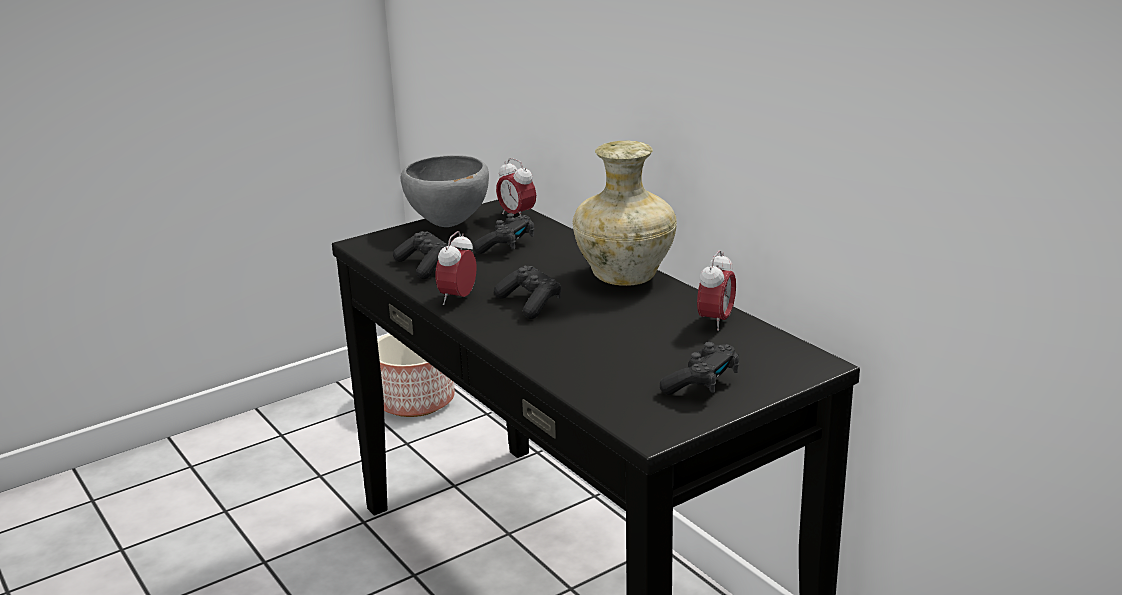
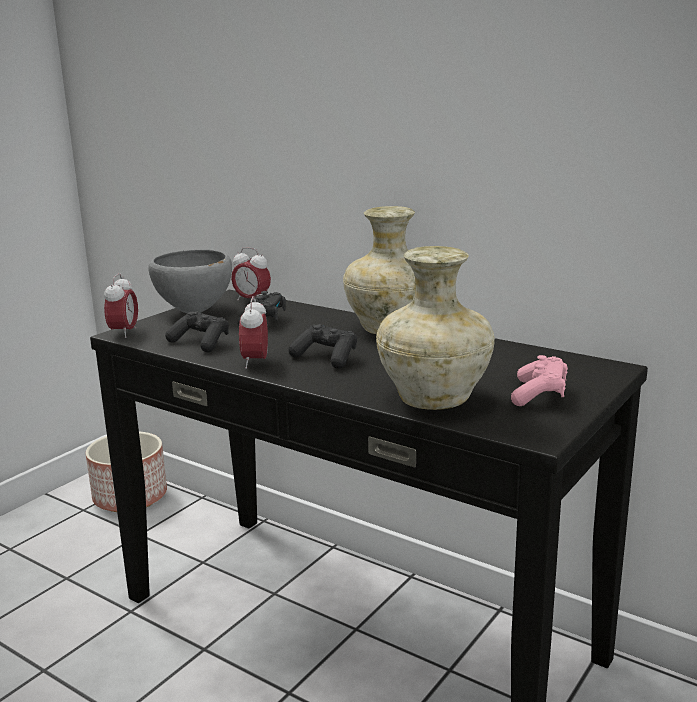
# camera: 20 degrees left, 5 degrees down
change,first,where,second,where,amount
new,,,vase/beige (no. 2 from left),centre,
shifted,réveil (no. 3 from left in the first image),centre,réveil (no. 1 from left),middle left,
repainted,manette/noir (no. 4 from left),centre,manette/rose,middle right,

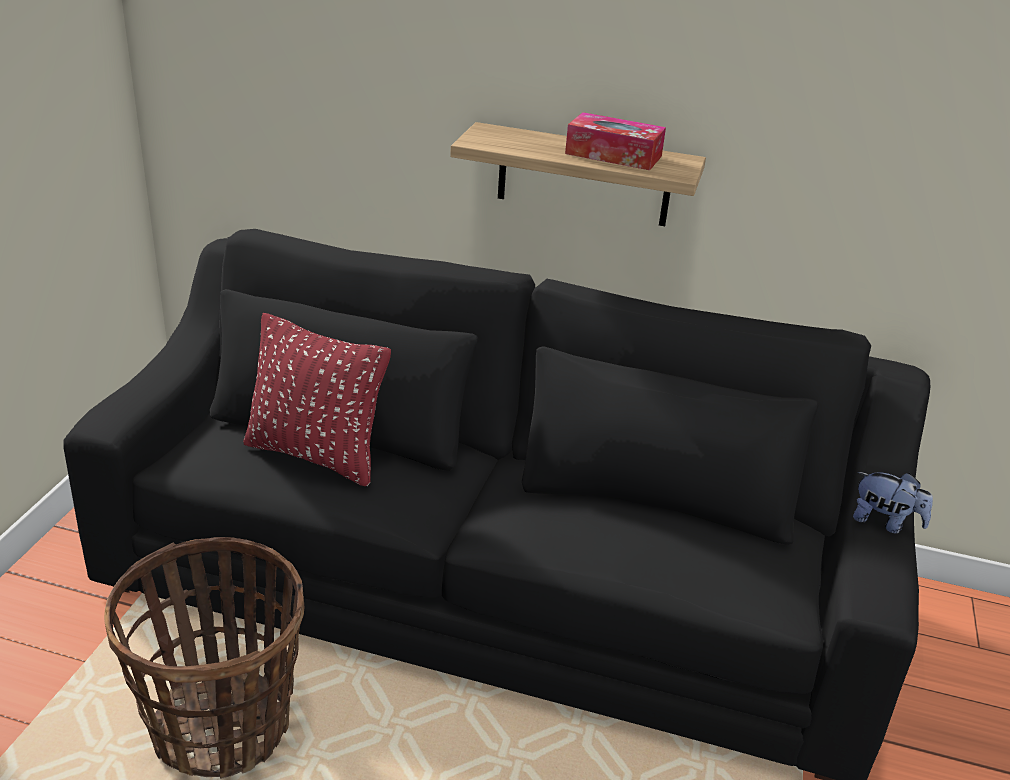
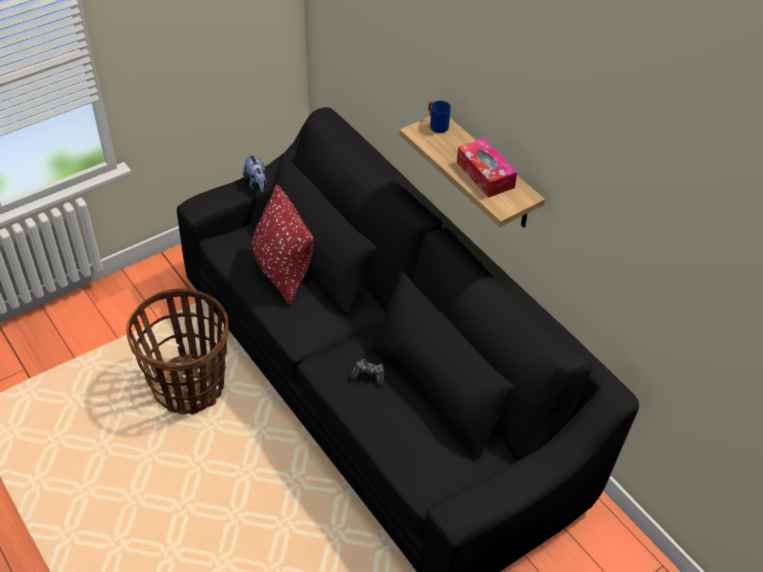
# camera: 40 degrees right, 15 degrees up
change,first,where,second,where,amount
new,,,manette,centre,
new,,,mug/bleu,top centre,
shifted,peluche,middle right,,top centre,

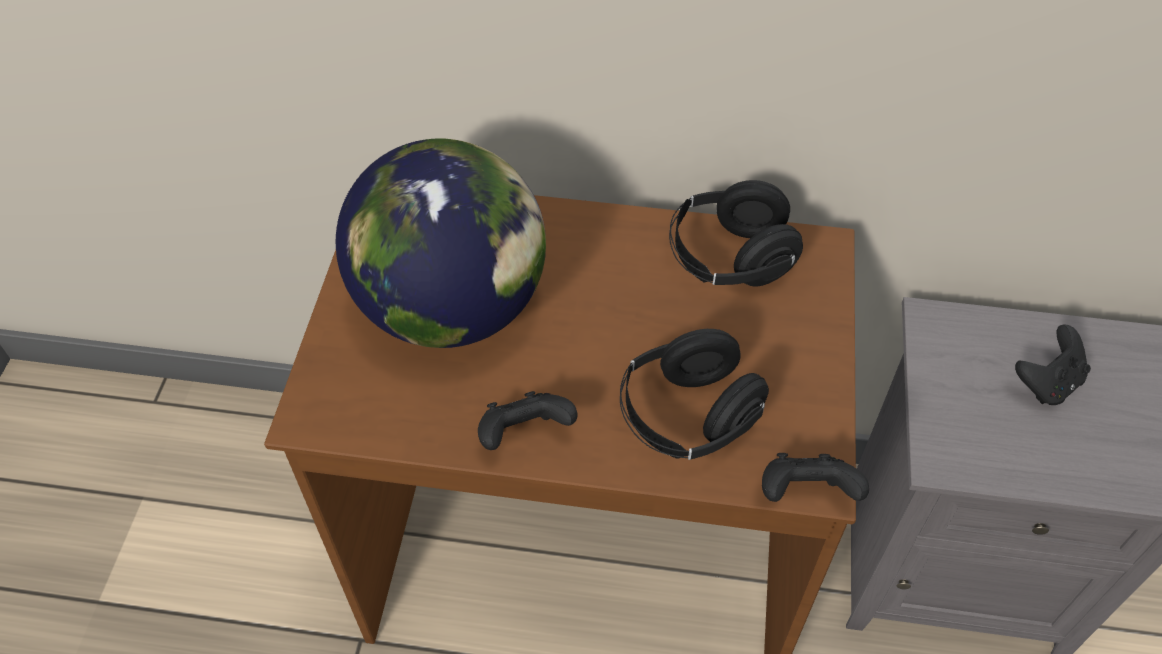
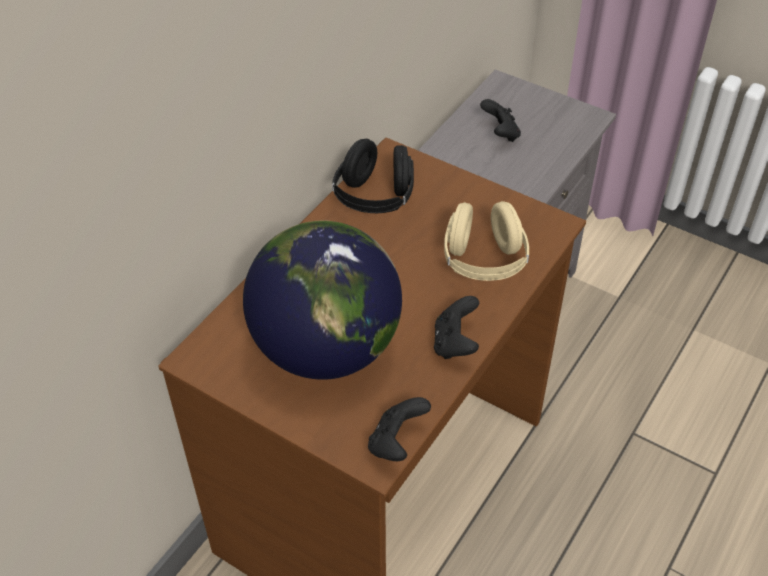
# camera: 65 degrees left, 5 degrees down
change,first,where,second,where,amount
shifted,manette/noir (no. 2 from left in the first image),bottom right,manette/noir (no. 1 from left),bottom centre,
repainted,casque audio/noir (no. 1 from left),centre,casque audio/beige,centre,

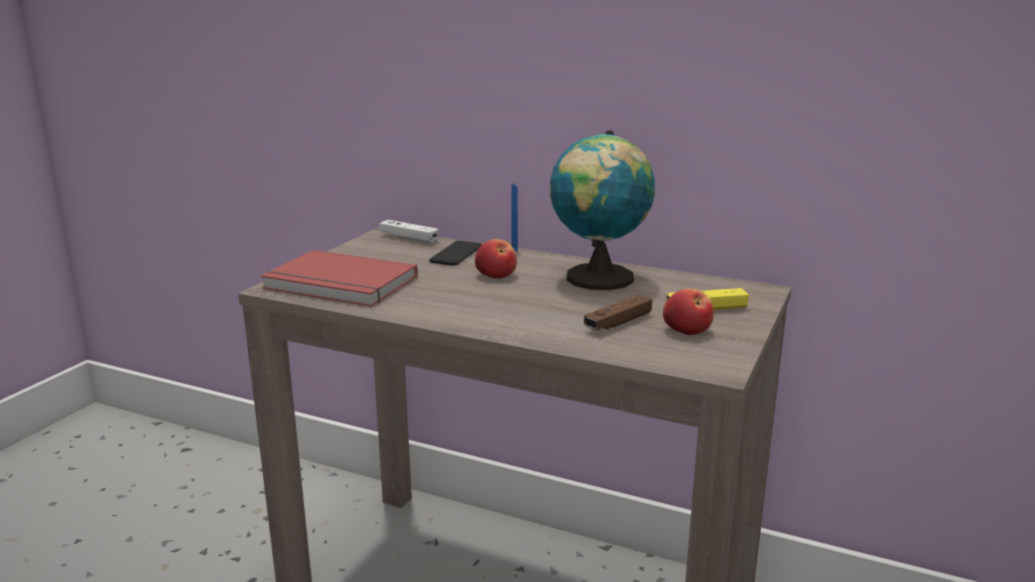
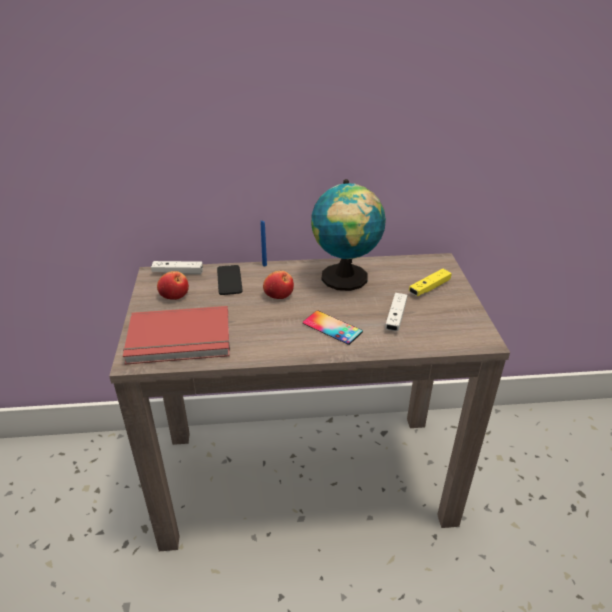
# camera: 30 degrees left, 15 degrees up
change,first,where,second,where,amount
new,,,téléphone (no. 2 from left),centre,
shifted,pomme (no. 2 from left in the first image),centre,pomme (no. 1 from left),middle left,
repainted,manette/marron,centre,manette/blanc (no. 2 from left),centre,

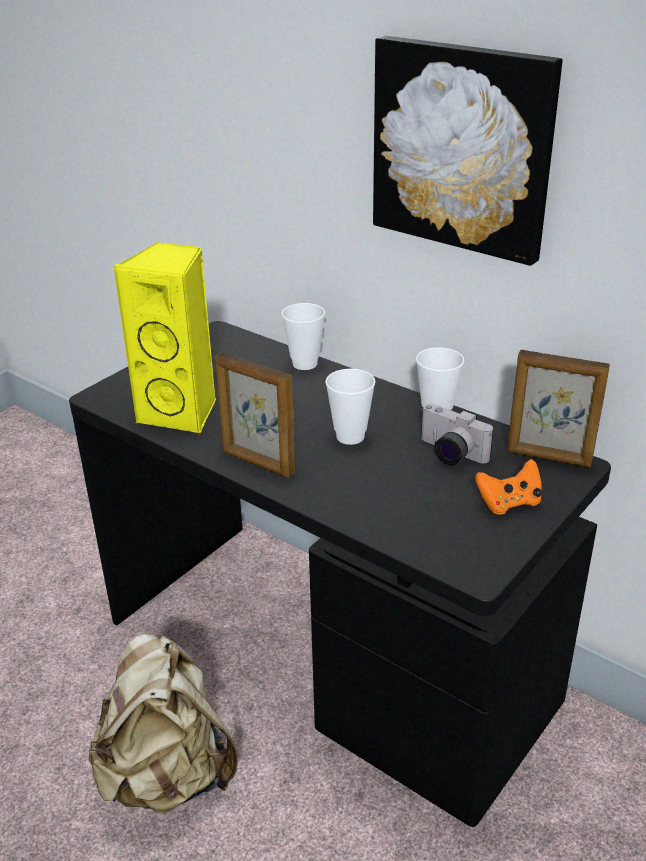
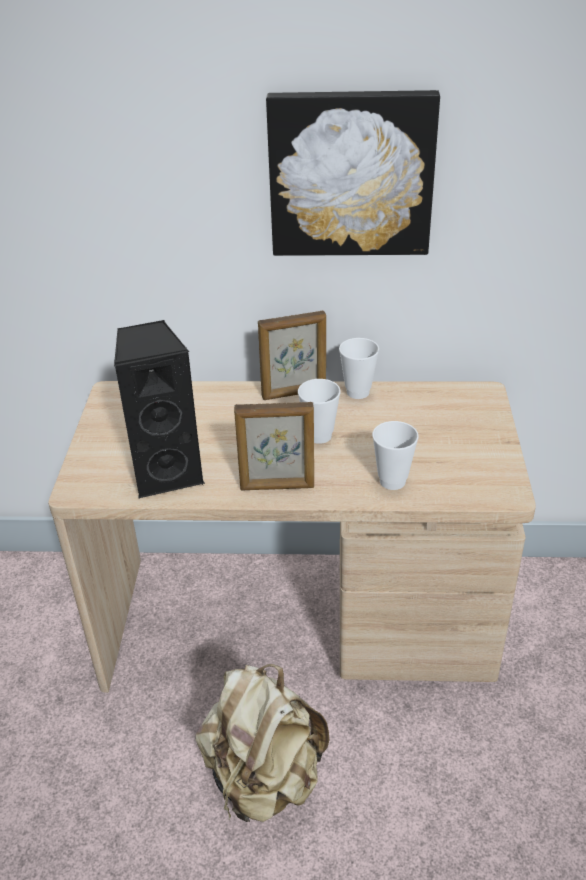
# camera: 35 degrees left, 5 degrees up
change,first,where,second,where,amount
gone,appareil photo,middle right,,,
gone,manette/orange,middle right,,,
shifted,tasse (no. 1 from left in the first image),centre,tasse (no. 3 from left),middle right,
shifted,cadre photo (no. 2 from left),middle right,,centre,
repainted,bureau/noir,bottom centre,bureau/beige,centre,
repainted,enceinte/jaune,middle left,enceinte/noir,middle left,

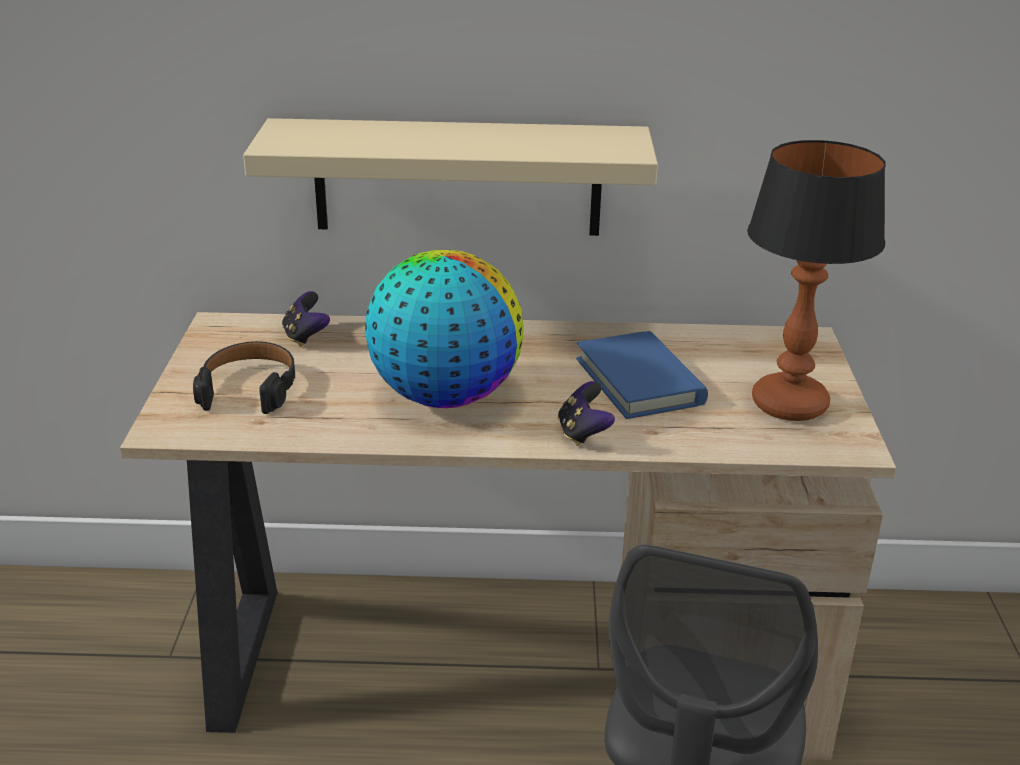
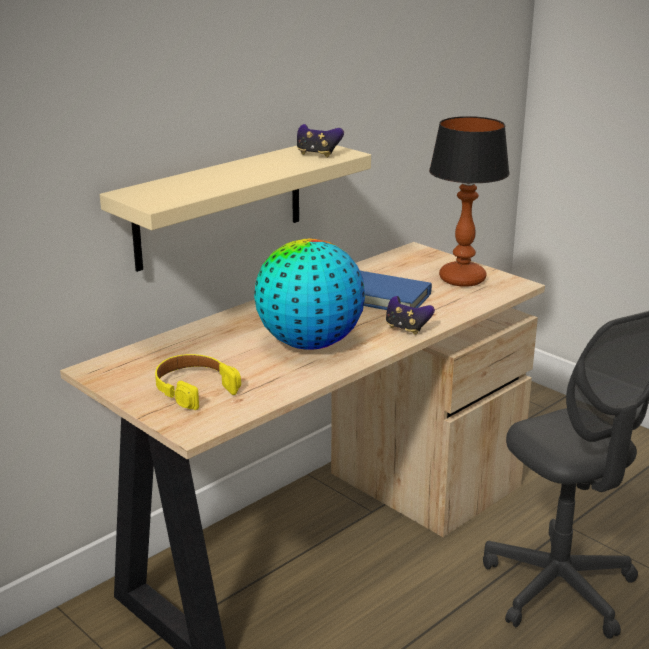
# camera: 45 degrees left, 5 degrees down
change,first,where,second,where,amount
shifted,manette (no. 1 from left),middle left,,top centre,
repainted,casque audio/noir,middle left,casque audio/jaune,middle left,

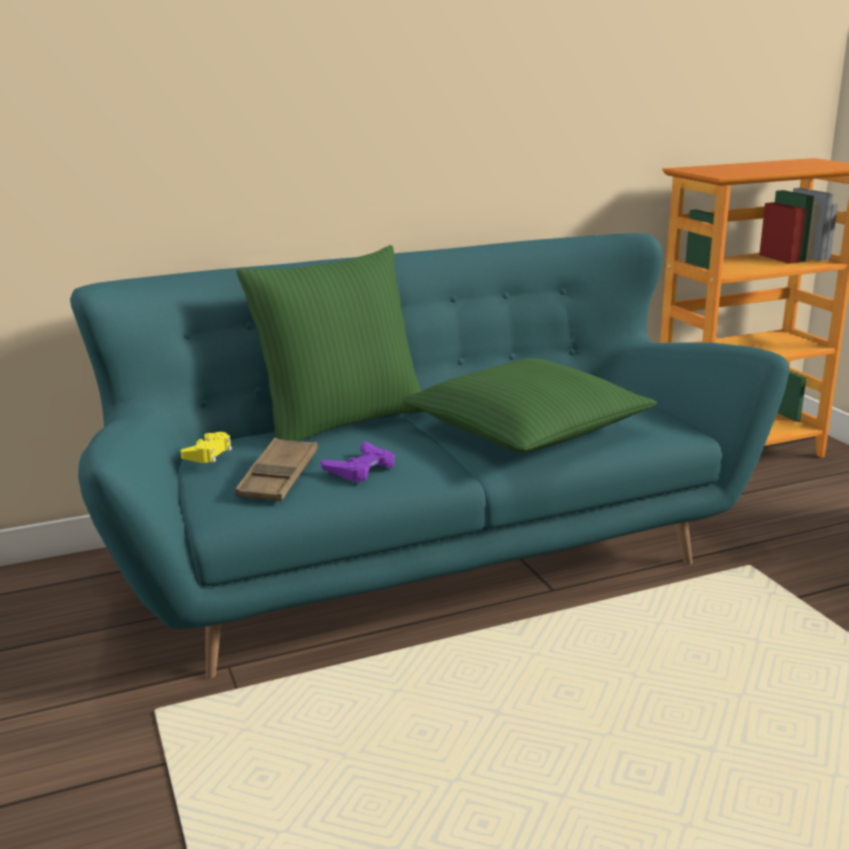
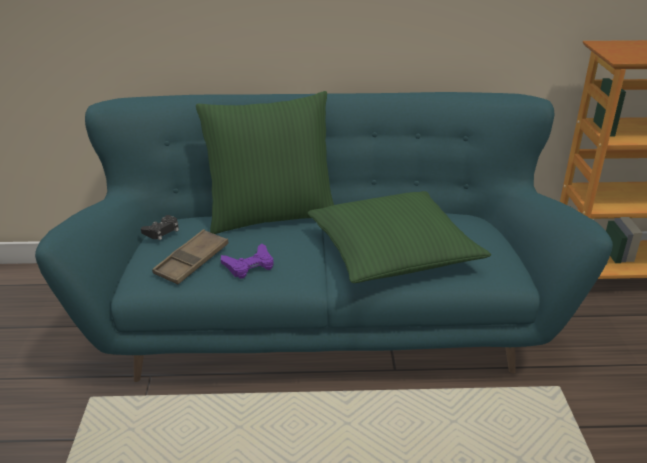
# camera: 20 degrees right, 10 degrees up
change,first,where,second,where,amount
repainted,manette/jaune,middle left,manette/noir,middle left,

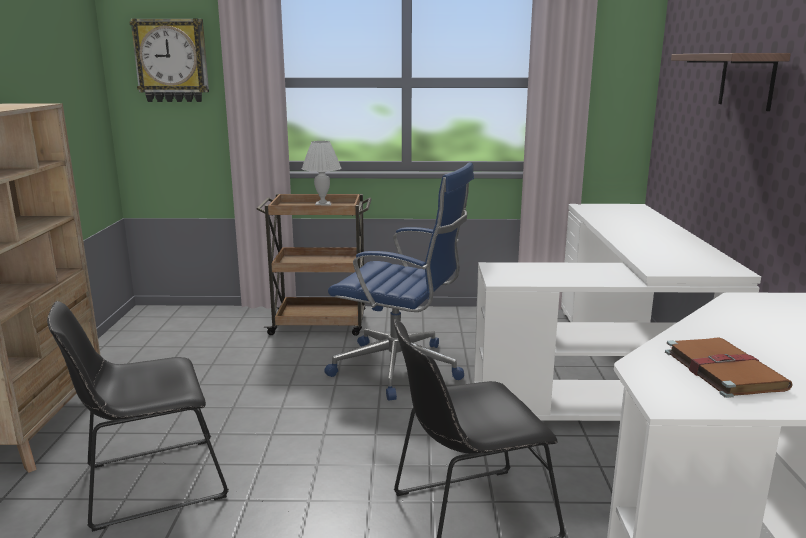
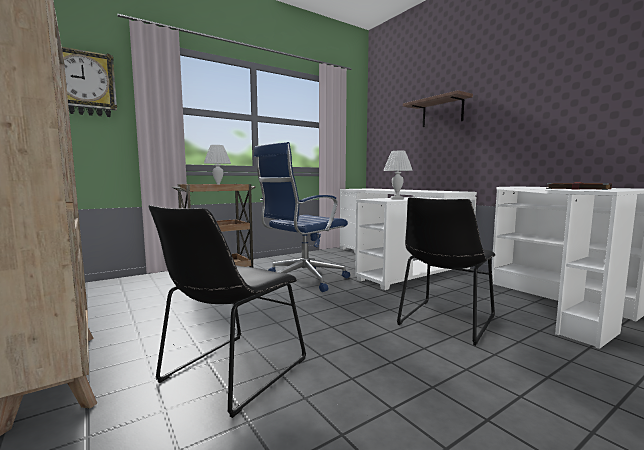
# camera: 35 degrees left, 10 degrees down
change,first,where,second,where,amount
new,,,lampe de table/blanc (no. 2 from left),centre,
rotated,chaise de bureau/bleu,centre,,centre,150 degrees clockwise

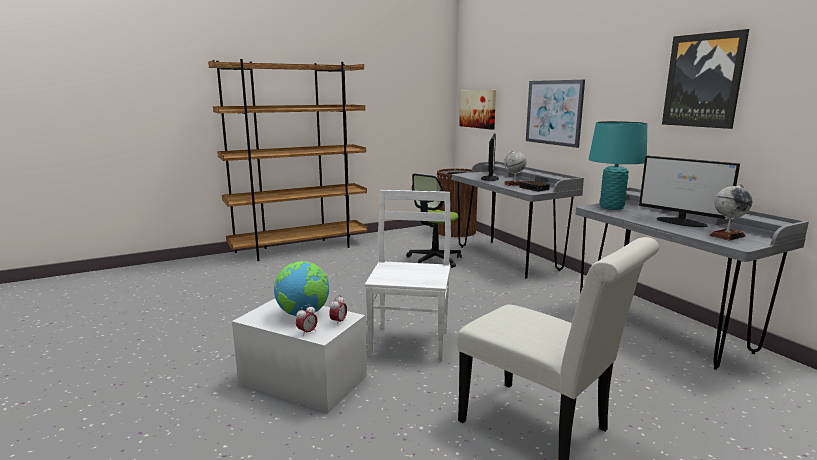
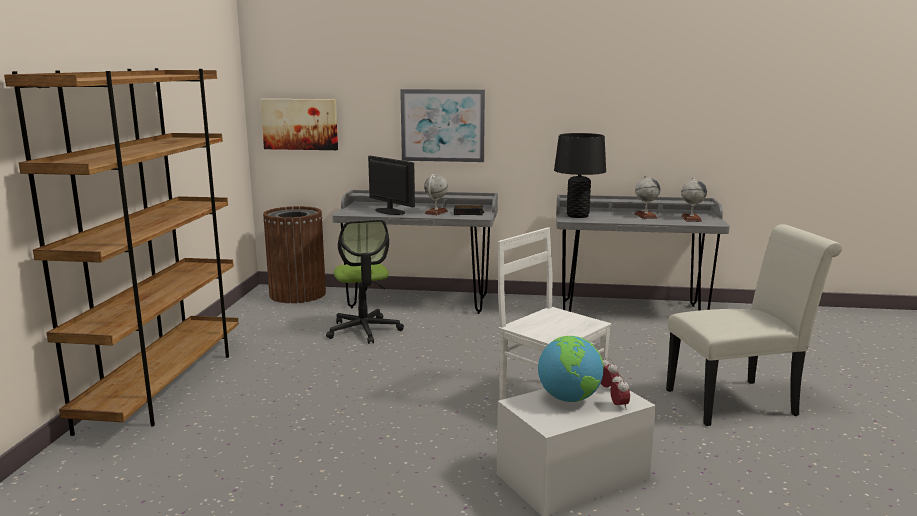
# camera: 55 degrees left, 0 degrees up
change,first,where,second,where,amount
gone,tableau (no. 3 from left),top right,,,
swapped,écran d'ordinateur (no. 2 from left),middle right,globe (no. 3 from left),middle right,
repainted,lampe de table/turquoise,middle right,lampe de table/noir,centre,

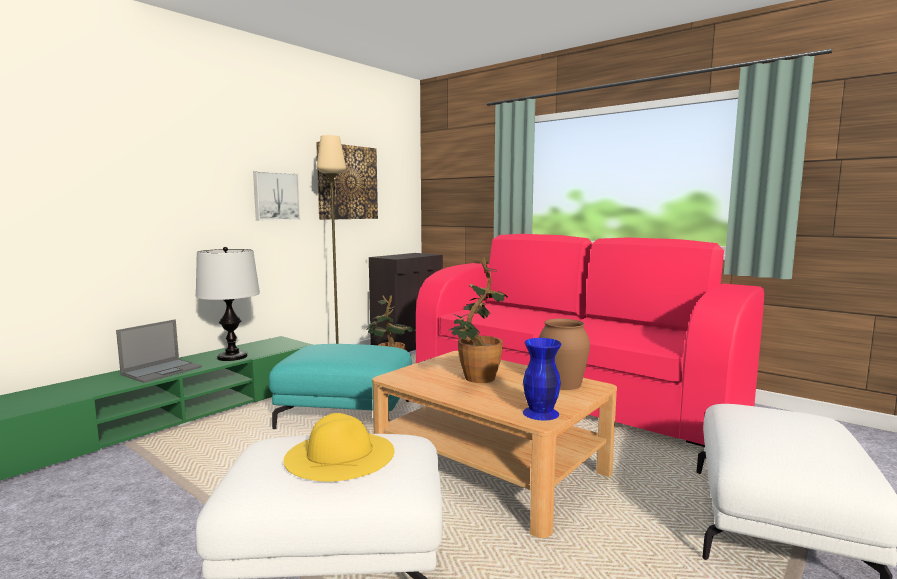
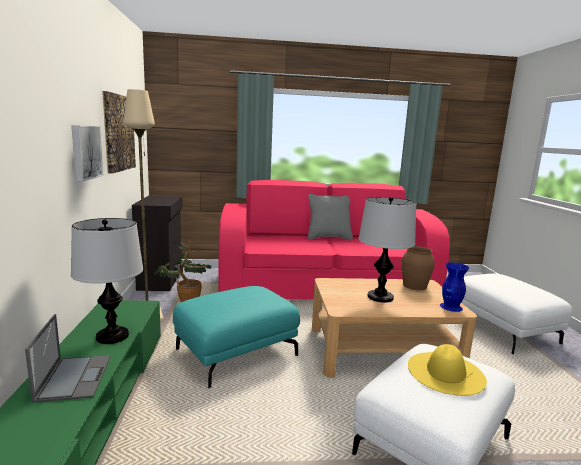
# camera: 45 degrees left, 5 degrees up
change,first,where,second,where,amount
new,,,coussin/gris,centre,
swapped,plante en pot (no. 2 from left),centre,lampe de table (no. 2 from left),centre,

